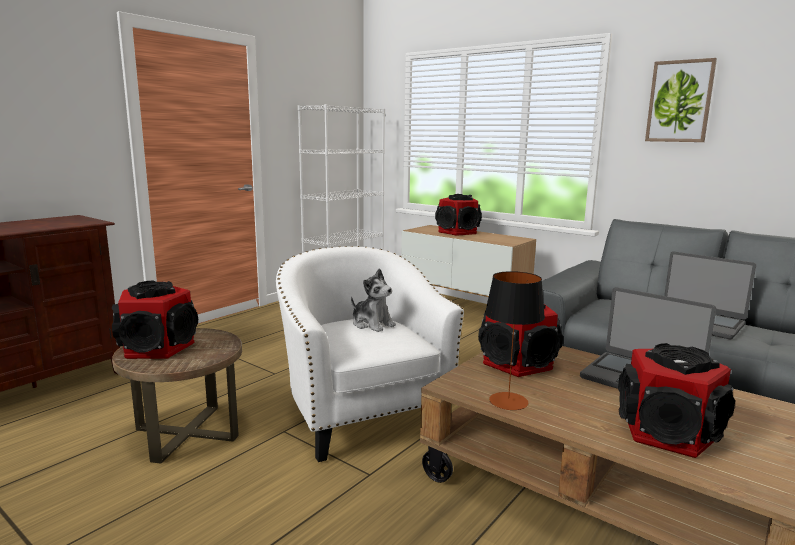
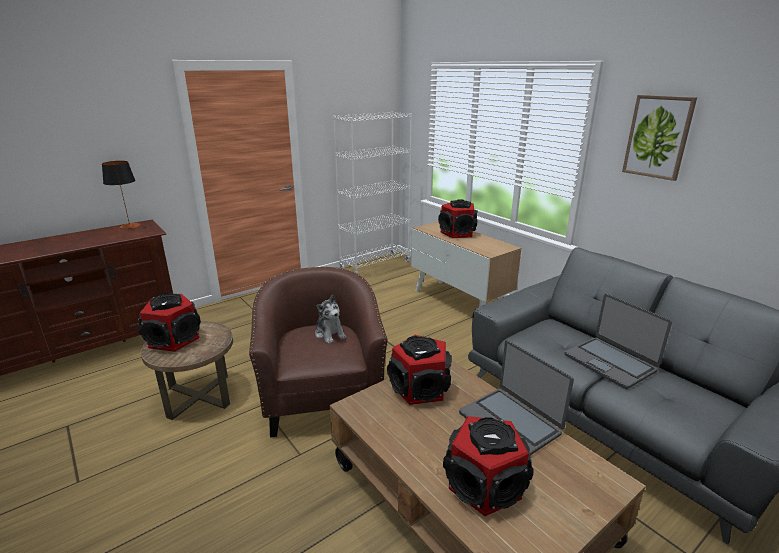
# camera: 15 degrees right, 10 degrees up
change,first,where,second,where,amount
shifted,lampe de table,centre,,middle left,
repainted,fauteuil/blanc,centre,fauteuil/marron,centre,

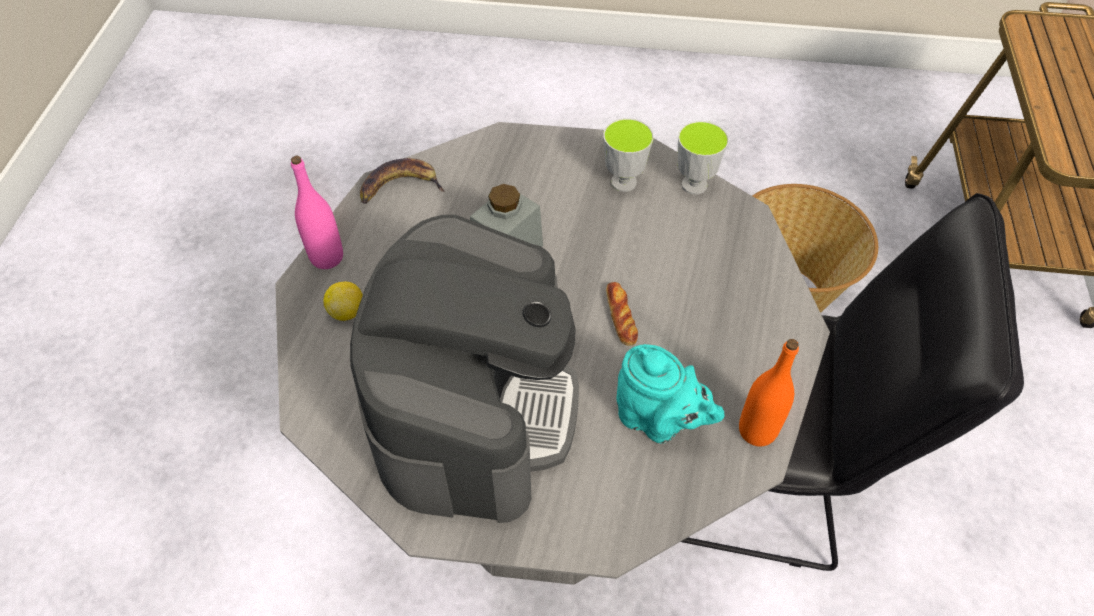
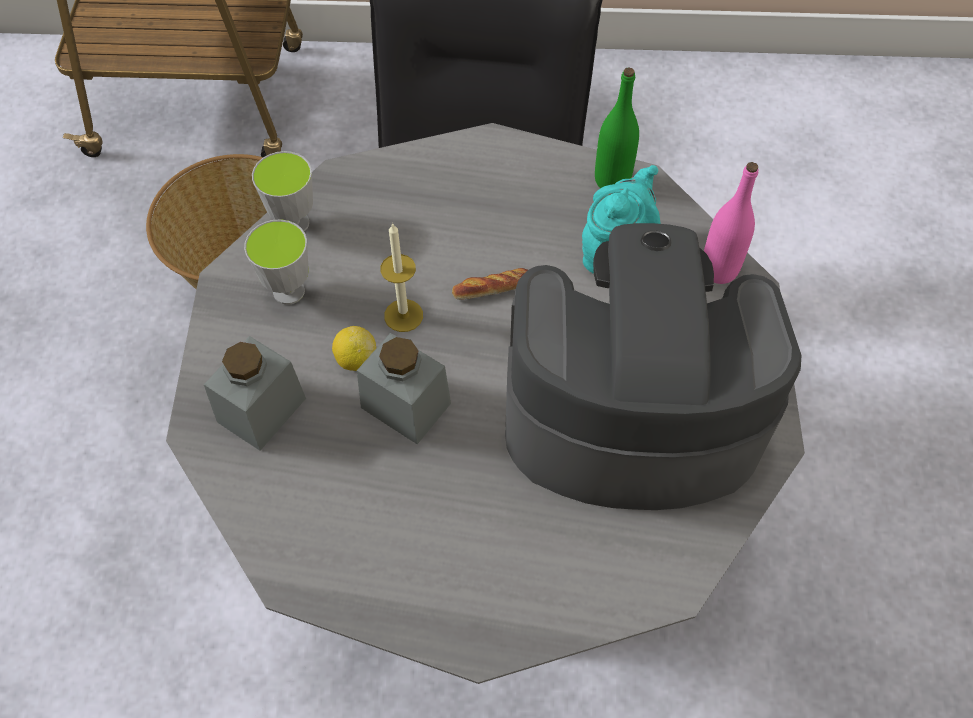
# camera: 95 degrees left, 5 degrees up
change,first,where,second,where,amount
gone,banane,top centre,,,
new,,,bocal/gris (no. 1 from left),middle left,
new,,,bougie,centre,
shifted,bouteille/rose,middle left,,top right,
shifted,citron,middle left,,centre,
repainted,bouteille/orange,middle right,bouteille/vert,top centre,

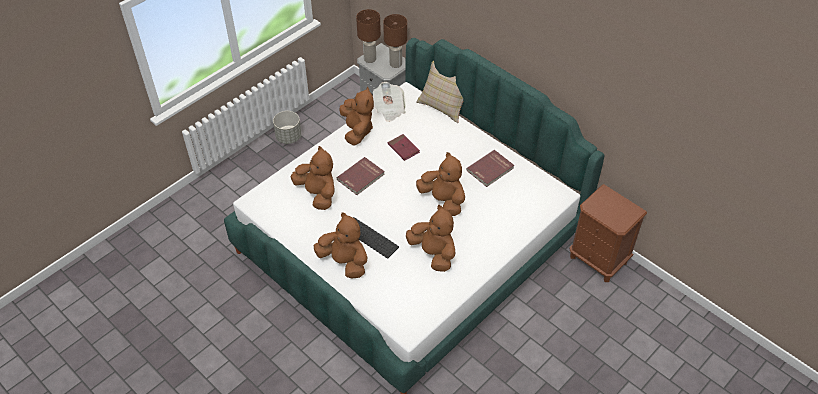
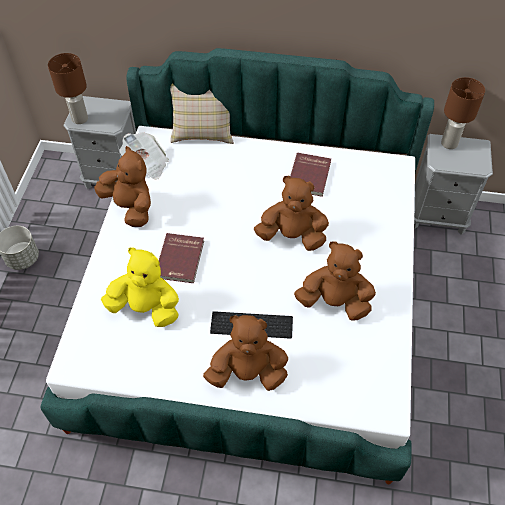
# camera: 35 degrees left, 5 degrees up
change,first,where,second,where,amount
gone,livre/rouge (no. 2 from left),centre,,,
shifted,lampe de table/marron (no. 2 from left),top centre,,top right,
repainted,peluche/marron (no. 1 from left),centre,peluche/jaune,middle left,
repainted,table de chevet/marron,middle right,table de chevet/gris (no. 2 from left),middle right,

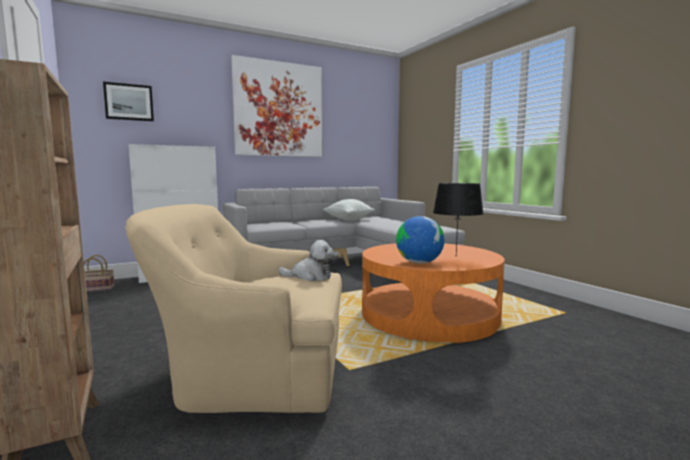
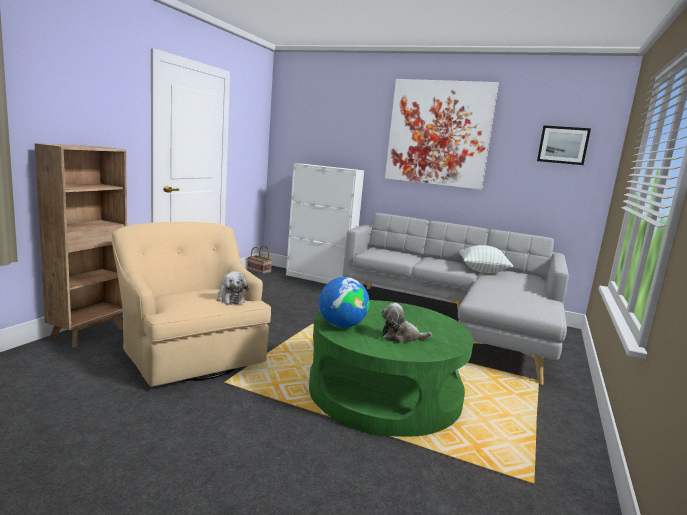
# camera: 50 degrees right, 5 degrees up
change,first,where,second,where,amount
shifted,tableau (no. 1 from left in the first image),top left,tableau (no. 2 from left),top right,
swapped,lampe de table/noir,centre,peluche (no. 2 from left),centre,
repainted,table basse/orange,centre,table basse/vert,bottom centre,

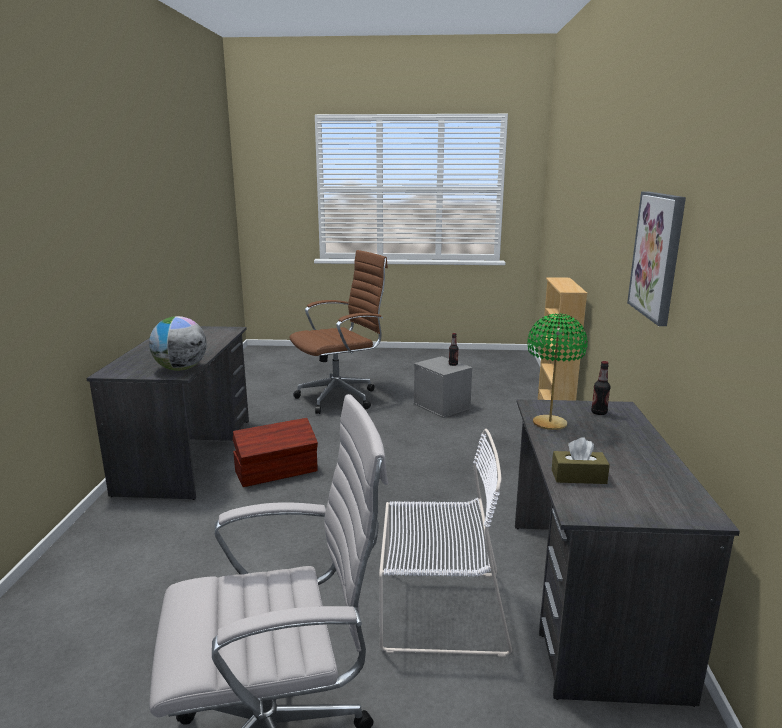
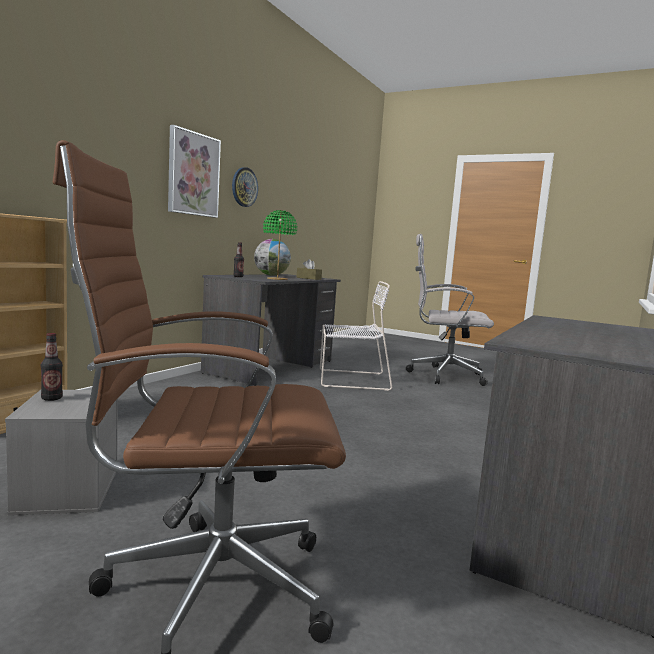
# camera: 155 degrees left, 10 degrees down
change,first,where,second,where,amount
gone,boîte de rangement/marron,centre,,,
new,,,horloge murale,top centre,
shifted,globe,middle left,,centre,
rotated,chaise/blanc,bottom centre,,centre,150 degrees clockwise

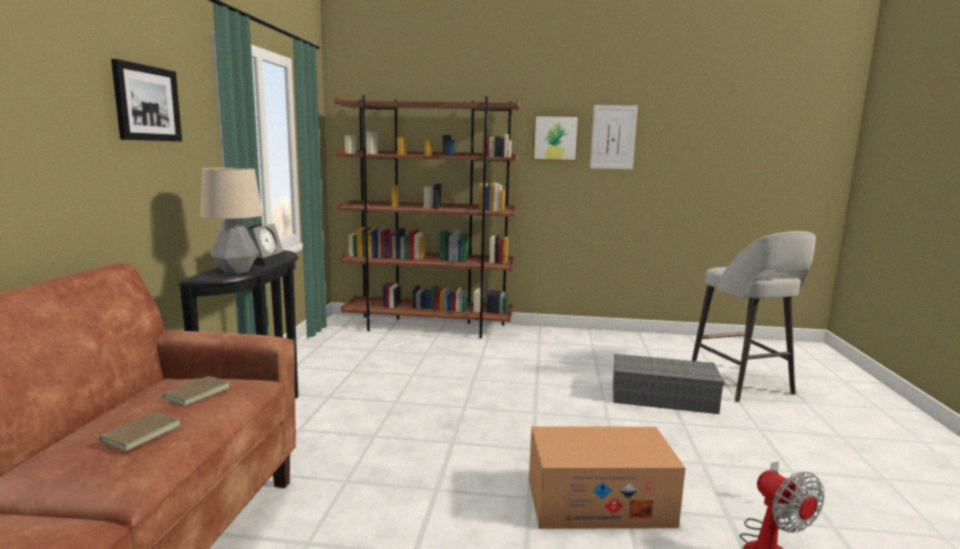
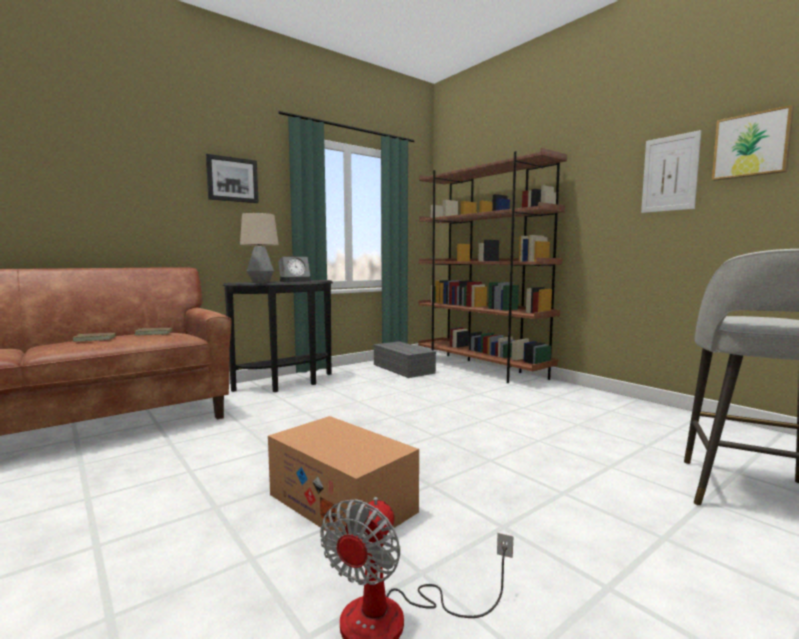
# camera: 45 degrees right, 5 degrees down
change,first,where,second,where,amount
shifted,tableau (no. 2 from left in the first image),top centre,tableau (no. 3 from left),top right,
shifted,boîte de rangement/gris,bottom right,,centre,

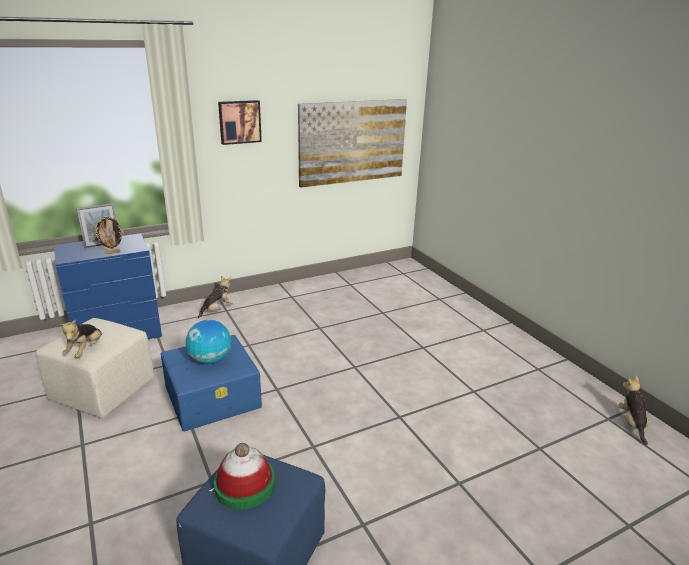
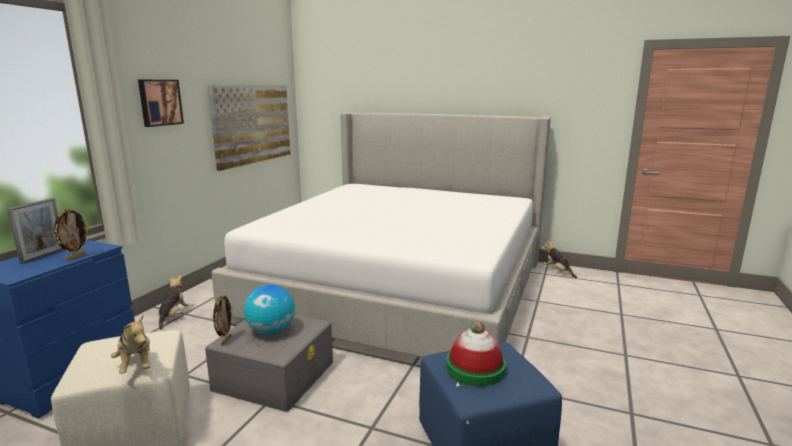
# camera: 40 degrees left, 10 degrees down
change,first,where,second,where,amount
new,,,lit,centre,
new,,,cadre photo (no. 3 from left),bottom left,
repainted,boîte de rangement/bleu,bottom left,boîte de rangement/gris,bottom centre,

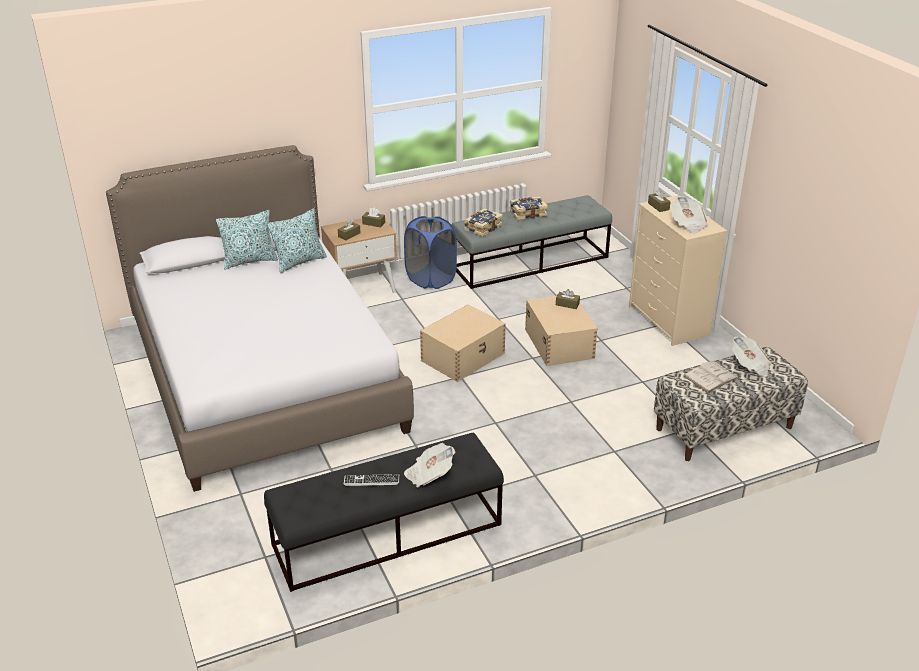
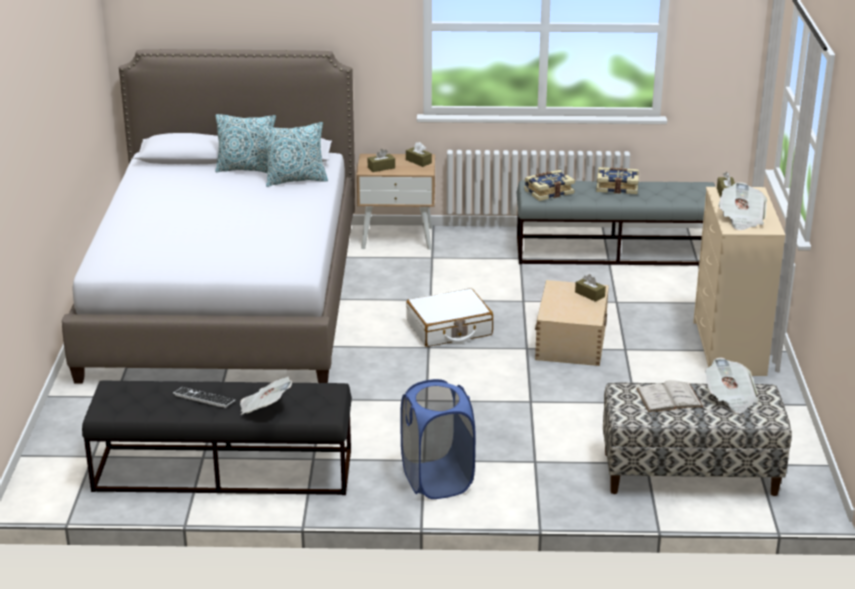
# camera: 25 degrees right, 5 degrees down
change,first,where,second,where,amount
shifted,panier à linge/bleu,centre,,bottom centre,
swapped,boîte de rangement/beige (no. 1 from left),centre,valise/blanc,centre,

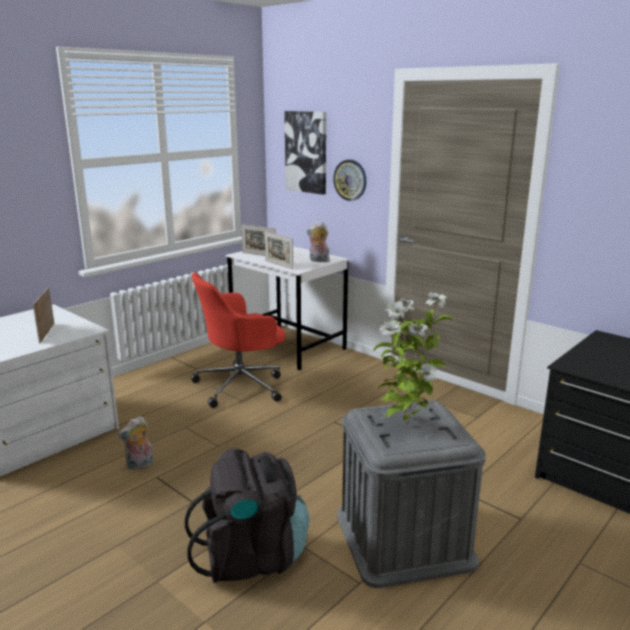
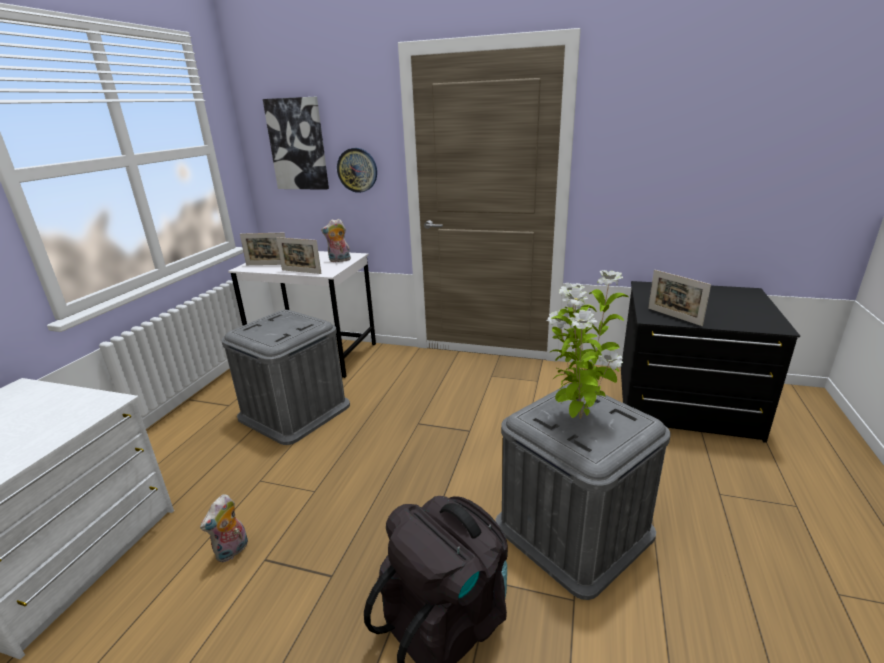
# camera: 25 degrees left, 5 degrees up
change,first,where,second,where,amount
shifted,cadre photo (no. 1 from left in the first image),middle left,cadre photo (no. 3 from left),middle right,
swapped,chaise de bureau/rouge,centre,boîte de rangement/gris (no. 1 from left),middle left,

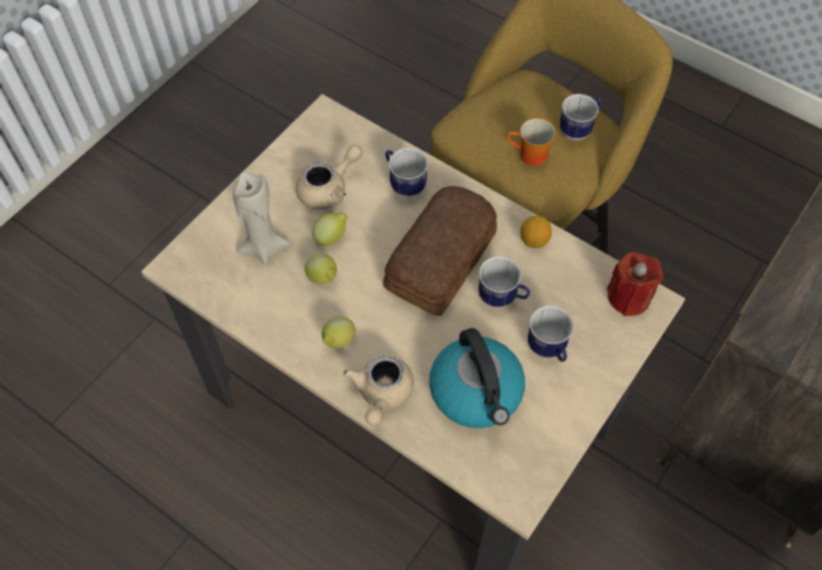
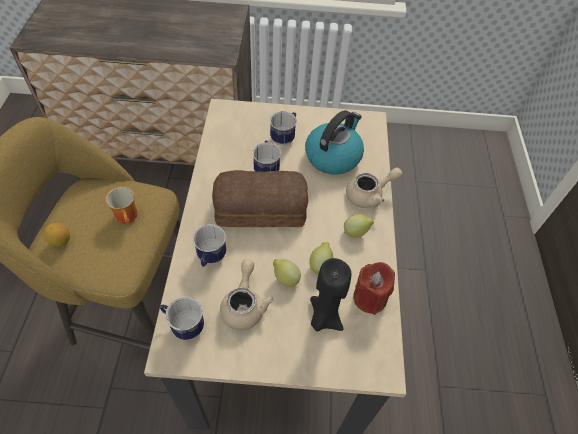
# camera: 125 degrees left, 5 degrees down
change,first,where,second,where,amount
shifted,citron (no. 4 from left in the first image),centre,citron (no. 1 from left),middle left,
shifted,mug (no. 5 from left in the first image),top right,mug (no. 2 from left),bottom left,
shifted,bougie/rouge,middle right,,centre,
repainted,bougie/beige,middle left,bougie/noir,bottom centre,
rotated,théière/beige (no. 1 from left),top centre,,bottom centre,75 degrees clockwise

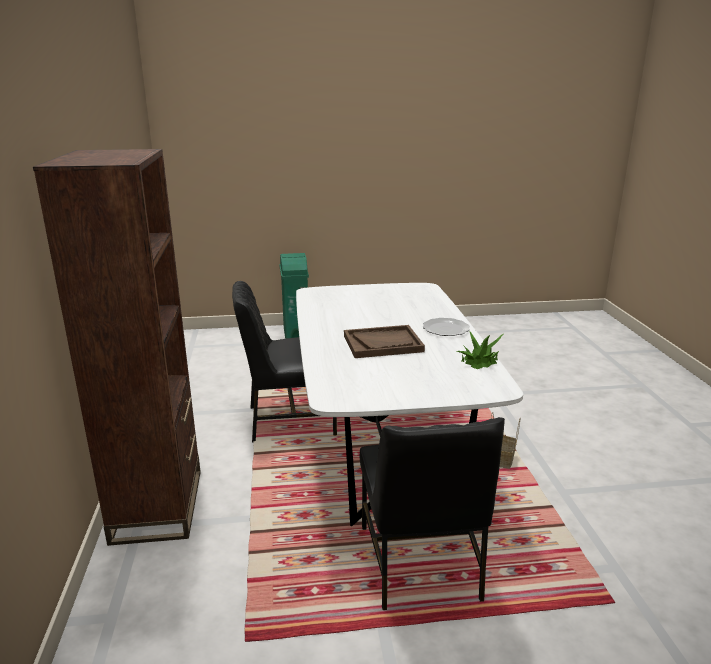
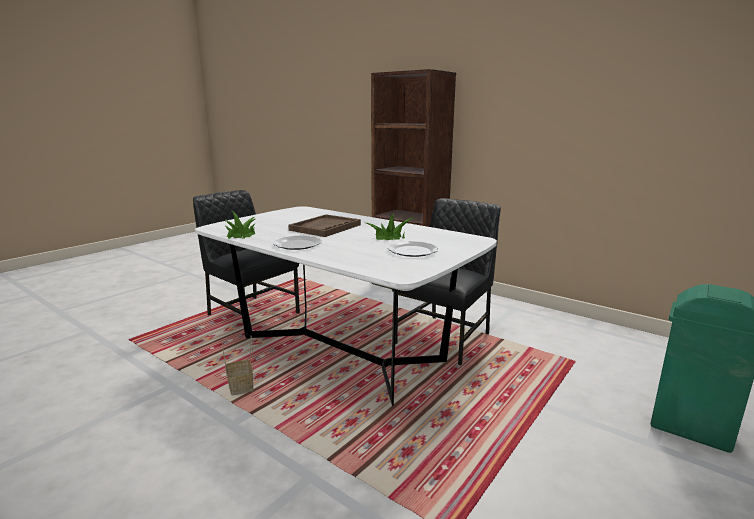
# camera: 135 degrees right, 5 degrees down
change,first,where,second,where,amount
new,,,plante en pot (no. 2 from left),centre,
new,,,assiette (no. 2 from left),centre,

